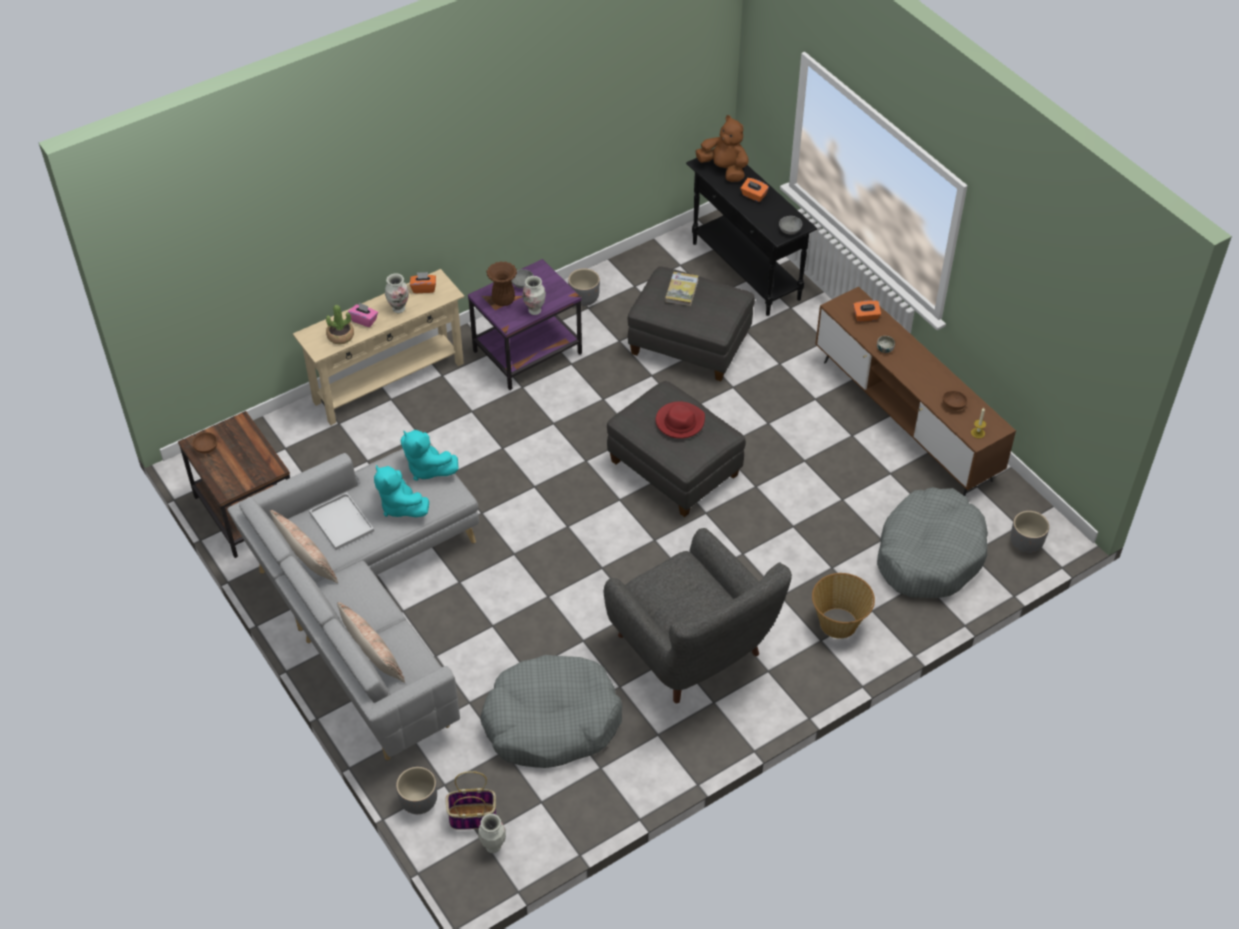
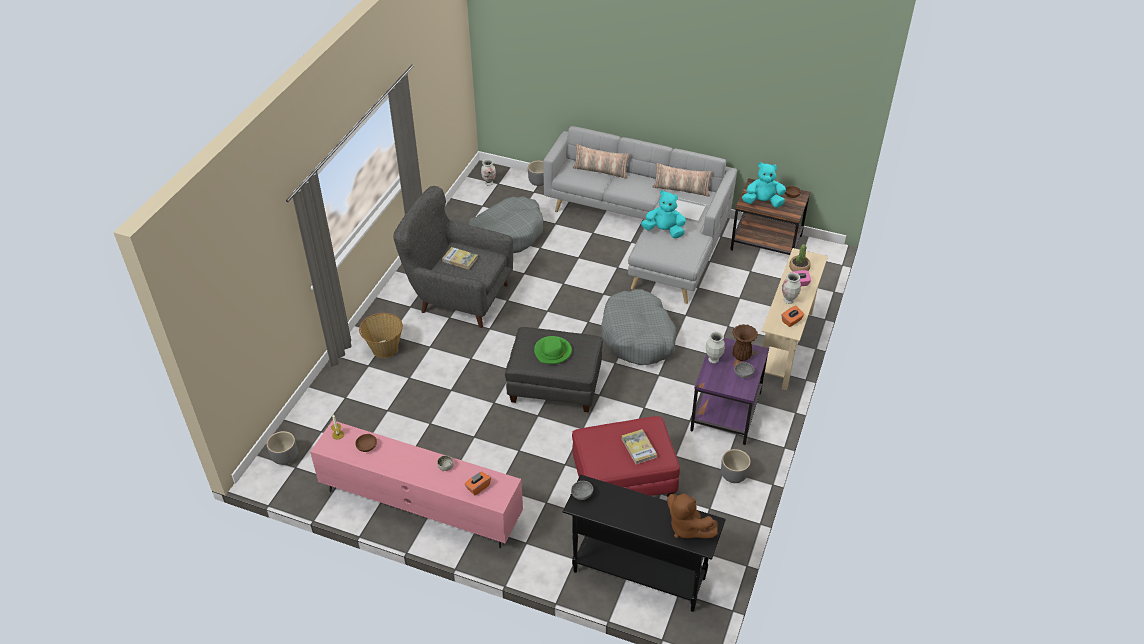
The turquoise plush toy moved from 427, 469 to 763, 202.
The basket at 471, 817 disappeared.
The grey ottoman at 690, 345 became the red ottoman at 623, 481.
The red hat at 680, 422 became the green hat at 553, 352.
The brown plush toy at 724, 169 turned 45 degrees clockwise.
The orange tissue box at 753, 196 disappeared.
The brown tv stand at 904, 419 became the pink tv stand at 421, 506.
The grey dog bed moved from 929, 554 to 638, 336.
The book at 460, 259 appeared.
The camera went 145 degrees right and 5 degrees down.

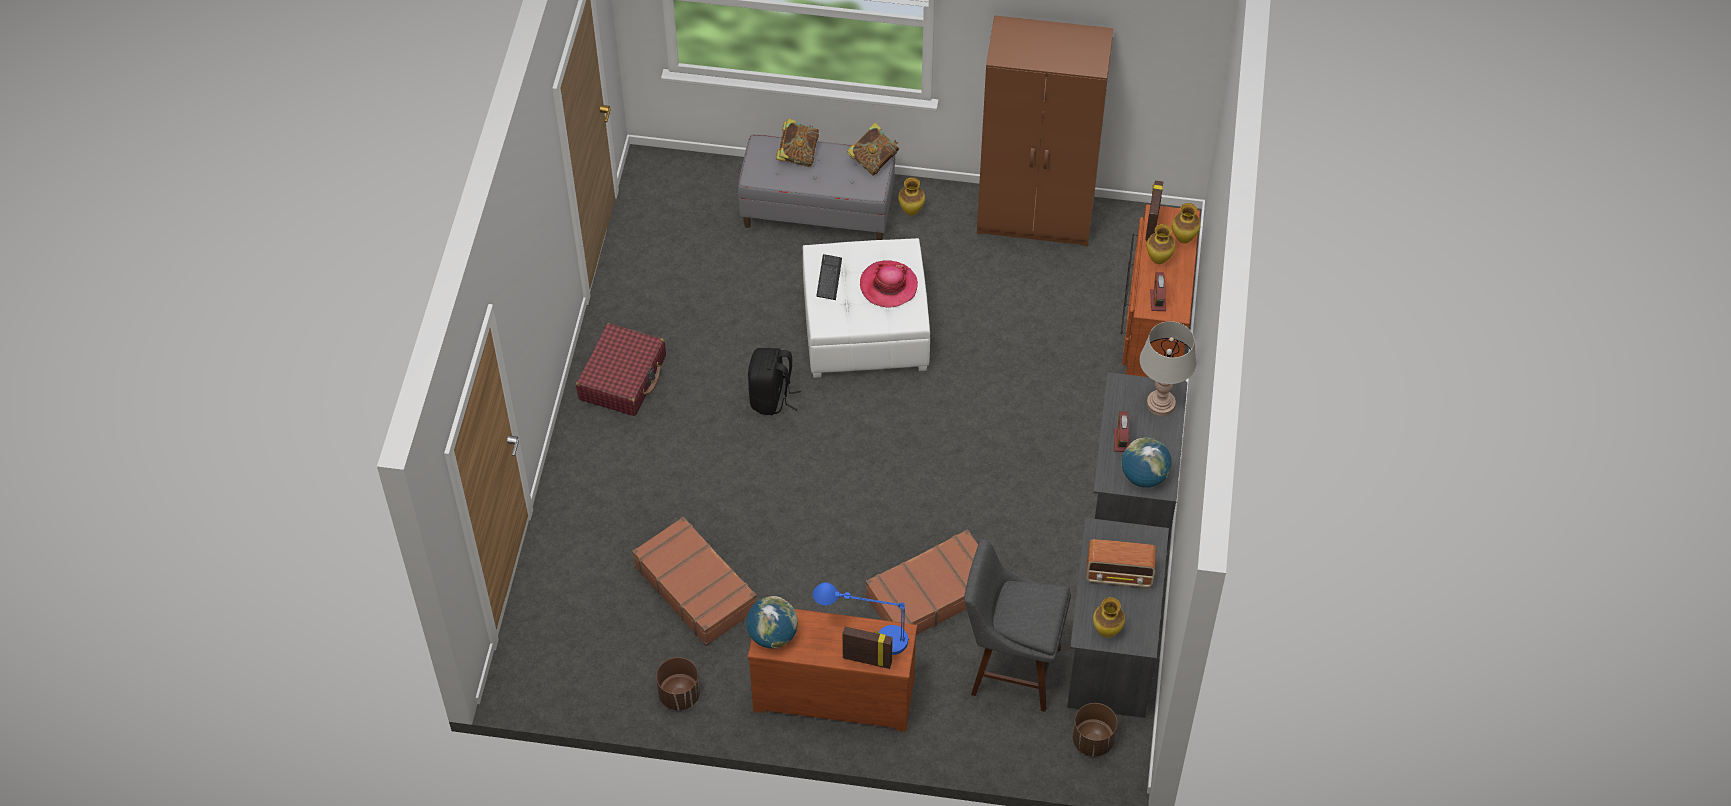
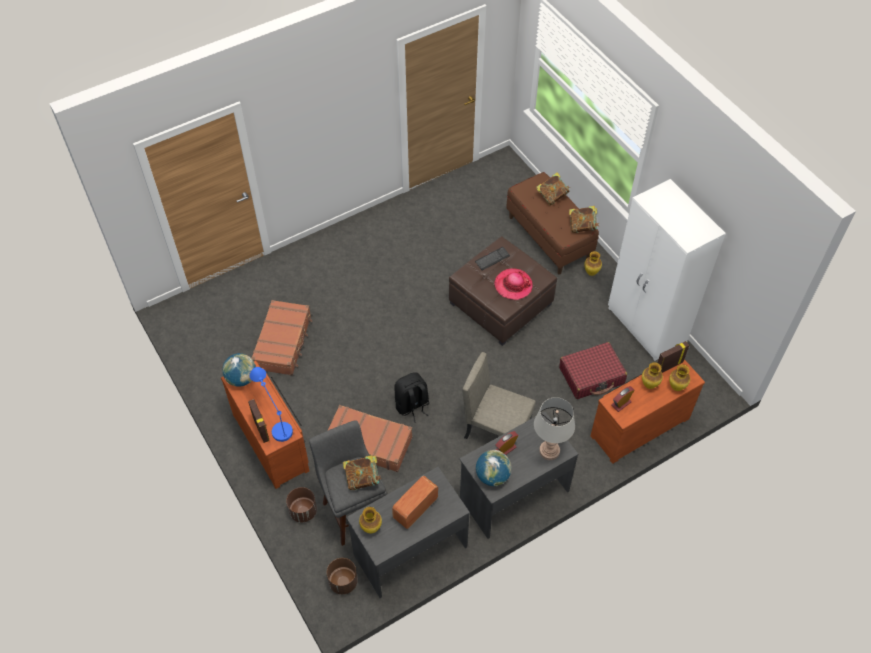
The red suitcase moved from 623, 378 to 591, 376.
The brown planter moved from 679, 694 to 303, 511.
The grey bench at 818, 211 became the brown bench at 549, 237.
The black backpack moved from 771, 398 to 412, 406.
The white ottoman at 864, 328 became the brown ottoman at 500, 303.
The brown wardrobe at 1036, 219 became the white wardrobe at 646, 327.
The radio at 1120, 575 turned 75 degrees clockwise.
The book at 363, 478 appeared.
The beige chair at 497, 430 appeared.
The camera went 50 degrees right and 0 degrees up.

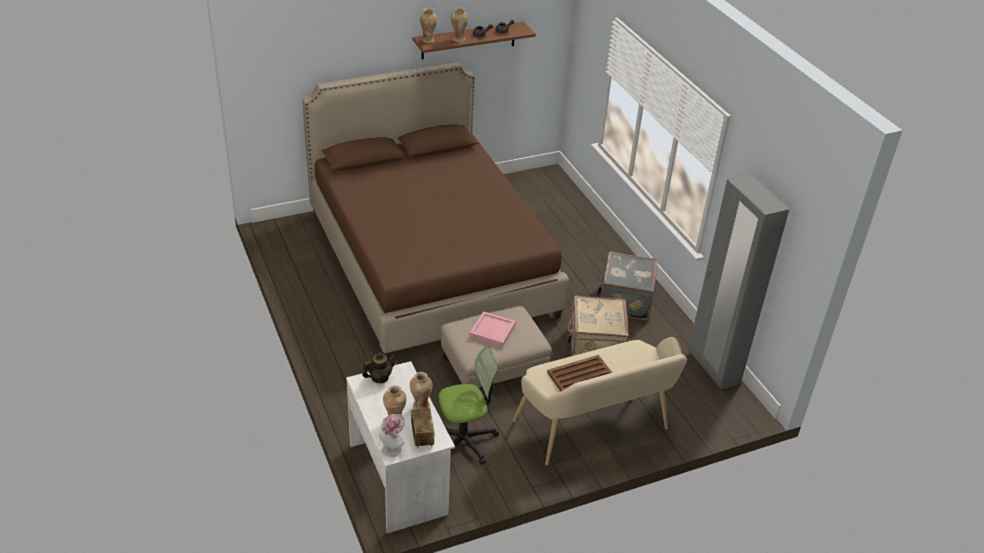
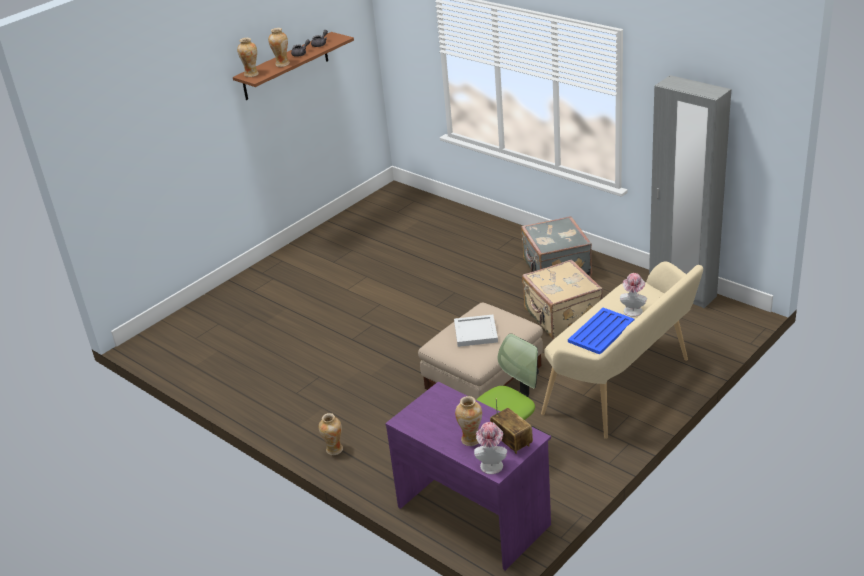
The brown bed at 429, 262 disappeared.
The white desk at 399, 478 became the purple desk at 474, 514.
The teapot at 379, 378 disappeared.
The vase moved from 421, 406 to 334, 449.
The pink tray at 493, 331 became the white tray at 476, 333.
The brown tray at 580, 375 became the blue tray at 600, 332.
The hat at 633, 309 appeared.
The camera went 20 degrees left and 5 degrees down.

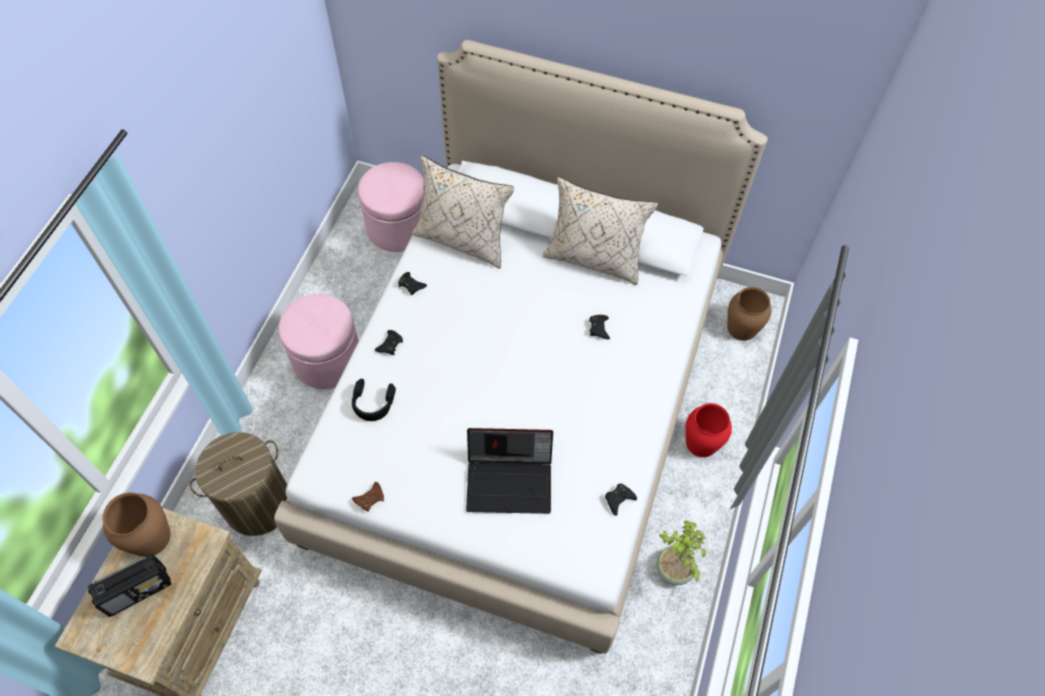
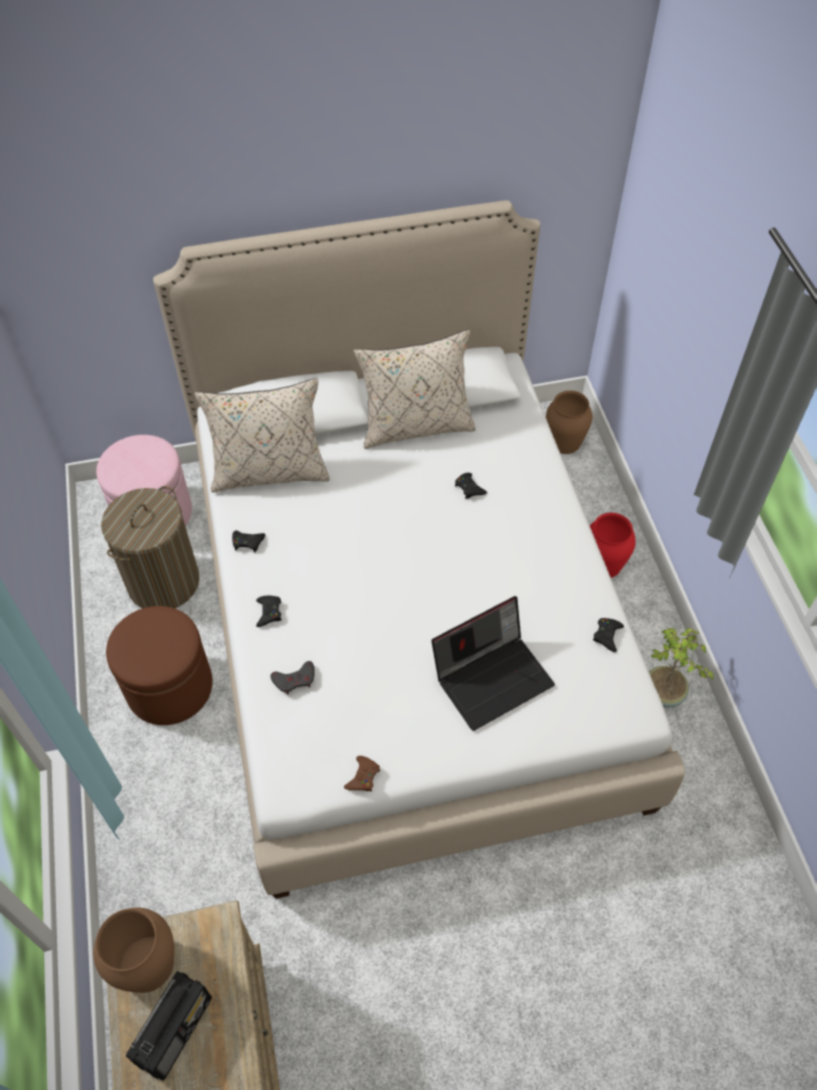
The laundry basket moved from 258, 504 to 163, 581.
The pink ottoman at 327, 359 became the brown ottoman at 169, 687.
The black headphones at 372, 403 was replaced by the grey game controller at 295, 680.
The camera went 30 degrees left and 5 degrees down.

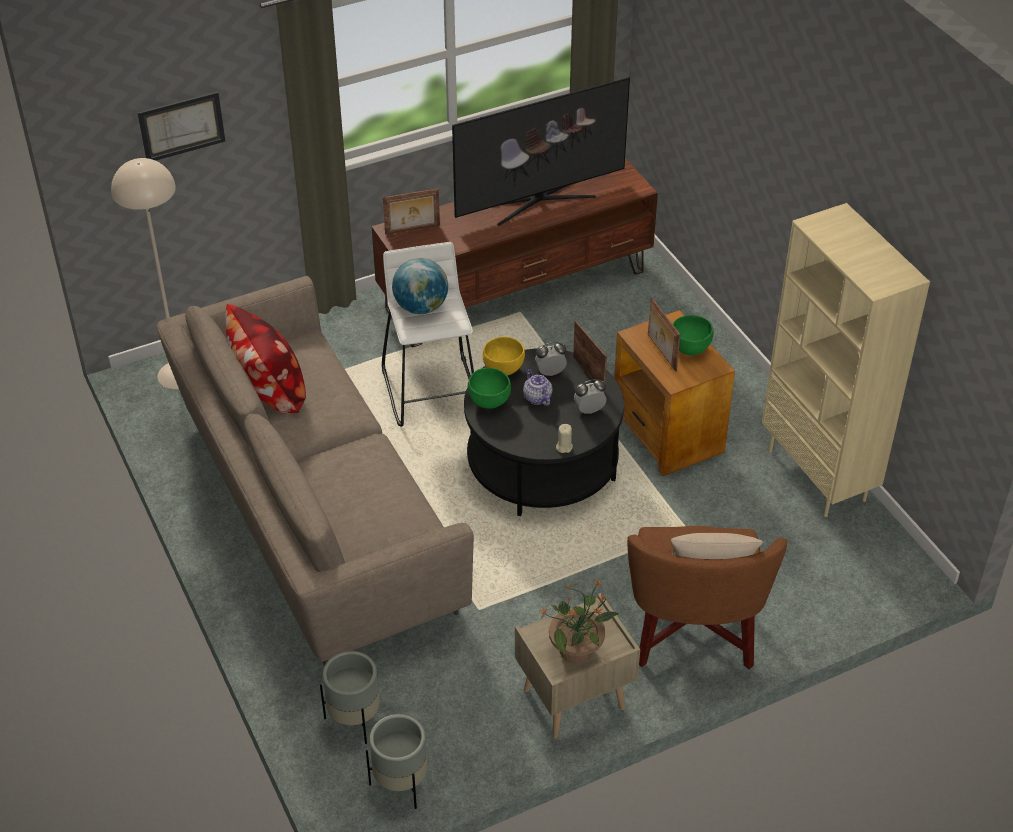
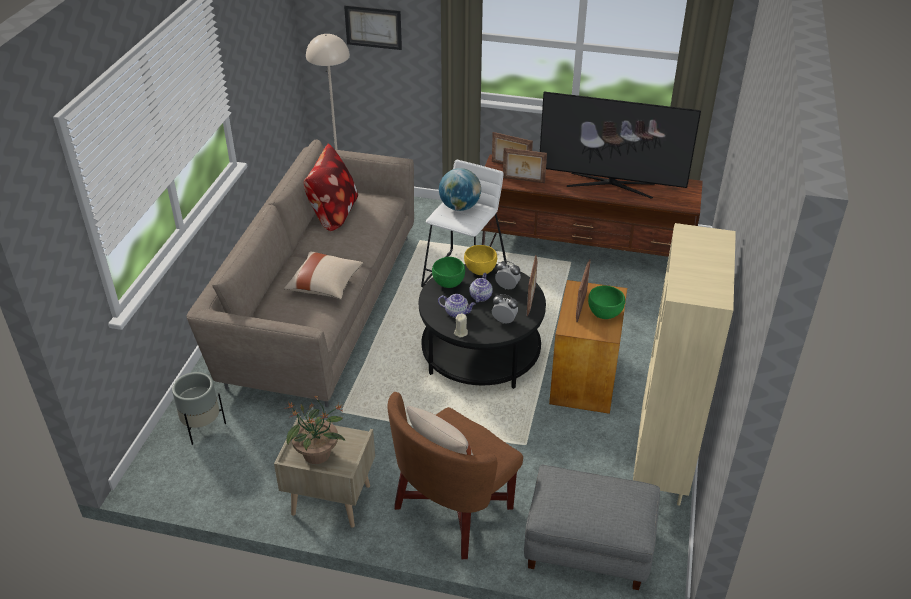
The grey planter at 401, 784 disappeared.
The beige pillow at 325, 285 appeared.
The teapot at 457, 313 appeared.
The picture frame at 523, 180 appeared.
The grey ottoman at 587, 547 appeared.
The camera went 40 degrees right and 5 degrees down.

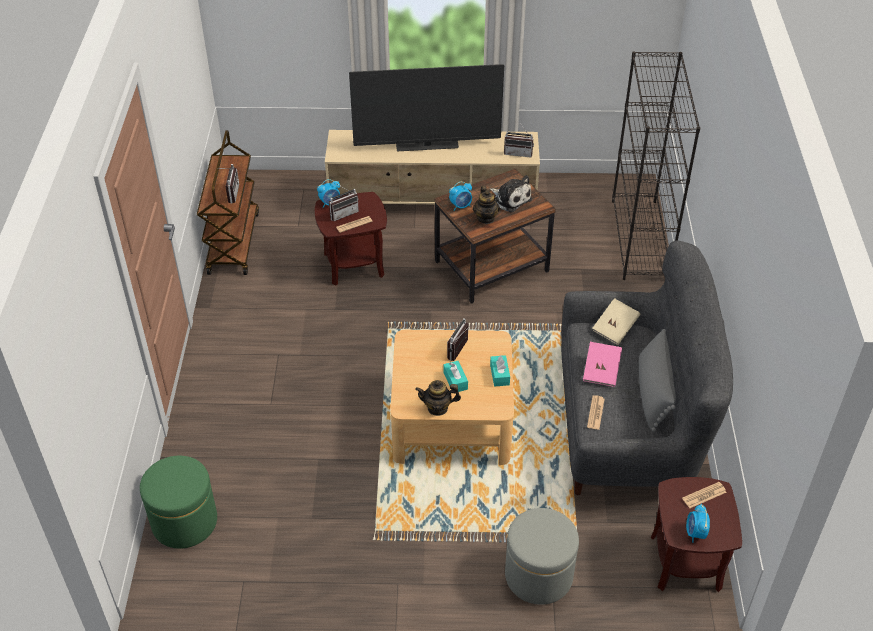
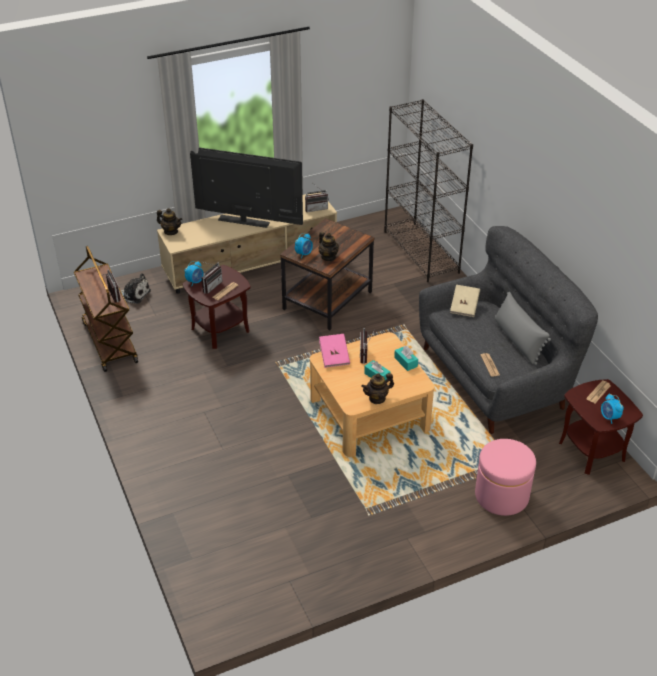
The green ottoman at 184, 521 disappeared.
The television at 427, 146 turned 135 degrees counterclockwise.
The plush toy moved from 510, 199 to 134, 294.
The grey ottoman at 538, 575 became the pink ottoman at 501, 495.
The pink book moved from 601, 371 to 334, 357.
The teapot at 171, 231 appeared.
The camera went 25 degrees left and 5 degrees down.

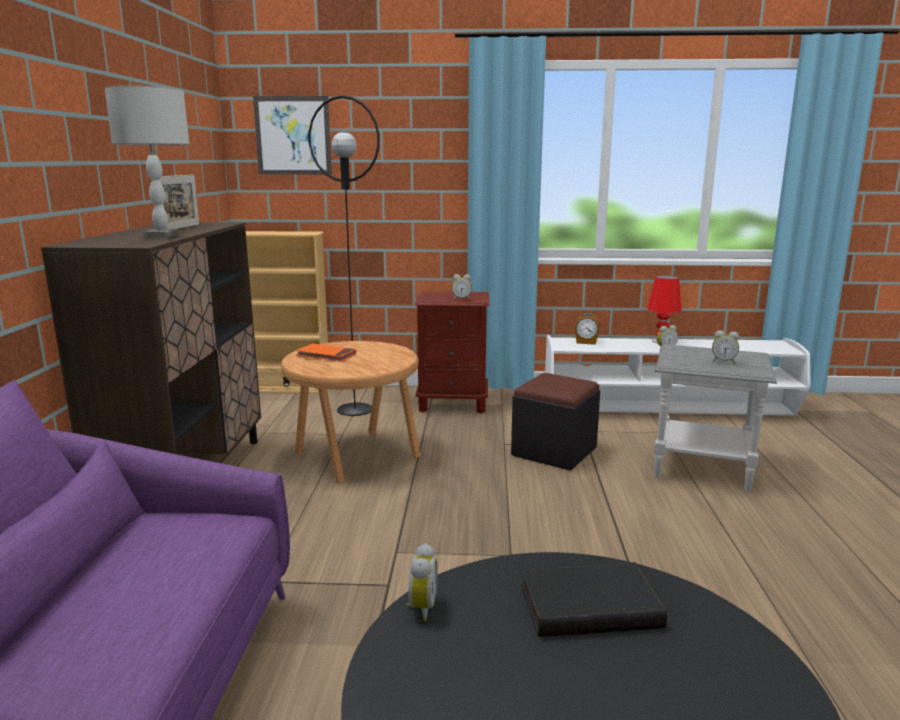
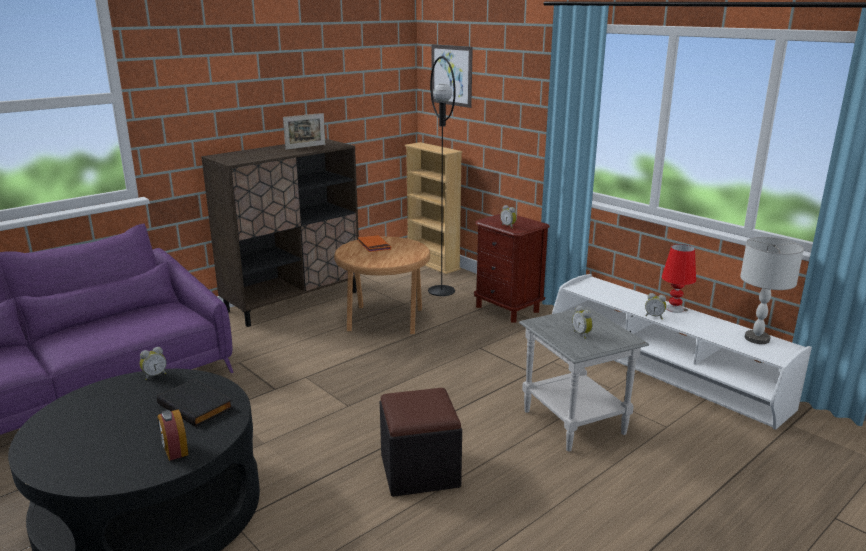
The grey table lamp moved from 161, 236 to 756, 338.
The black ottoman moved from 554, 451 to 420, 471.
The alarm clock moved from 586, 342 to 175, 450.
The camera went 45 degrees right and 5 degrees up.

